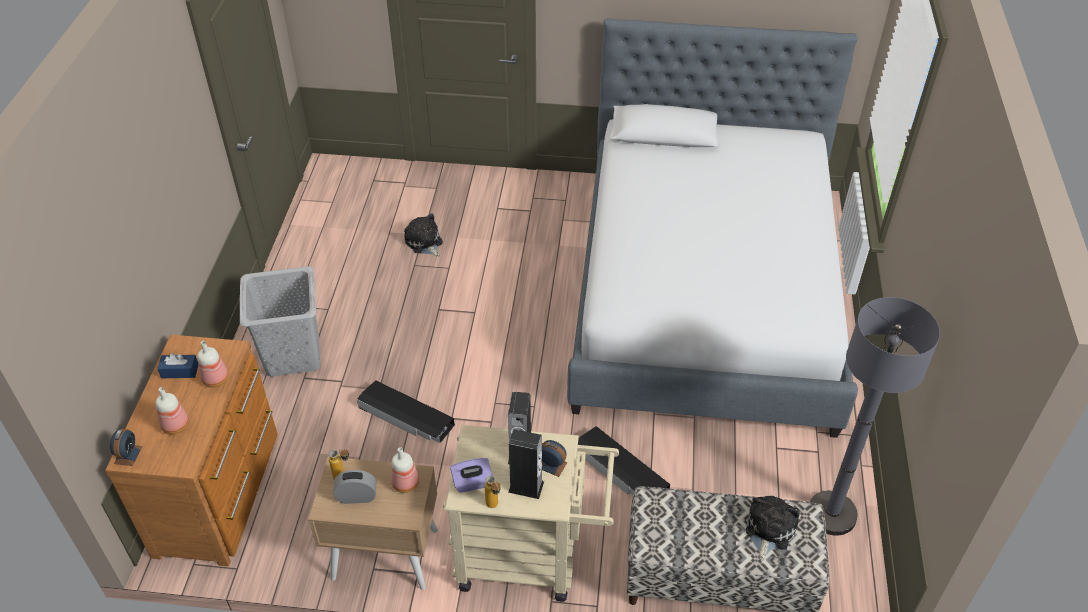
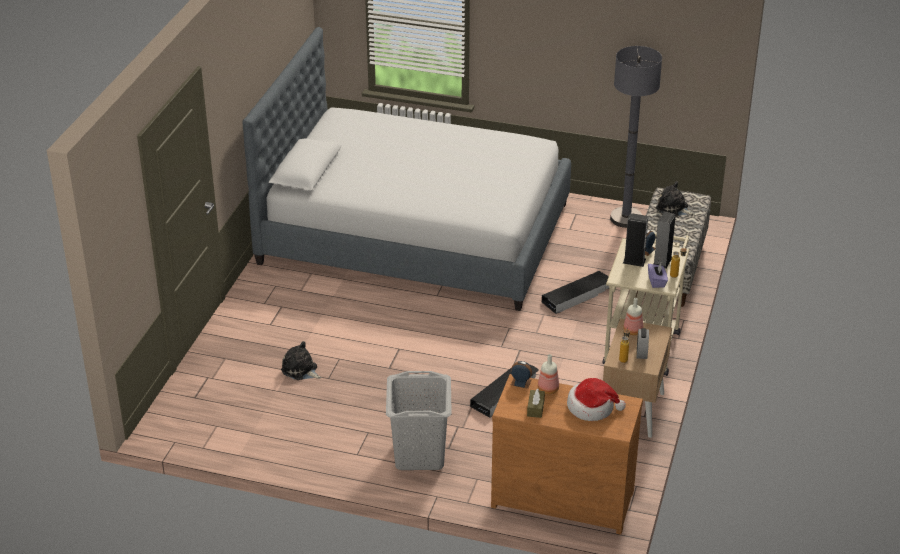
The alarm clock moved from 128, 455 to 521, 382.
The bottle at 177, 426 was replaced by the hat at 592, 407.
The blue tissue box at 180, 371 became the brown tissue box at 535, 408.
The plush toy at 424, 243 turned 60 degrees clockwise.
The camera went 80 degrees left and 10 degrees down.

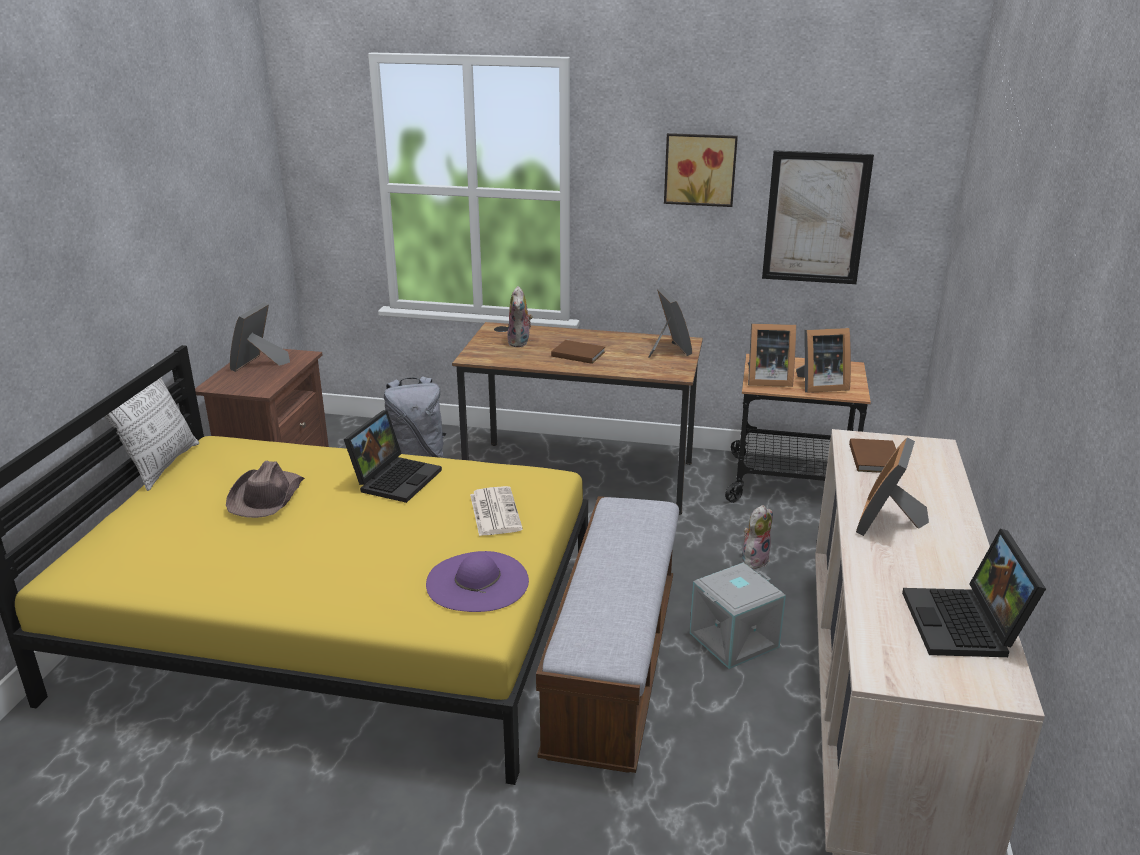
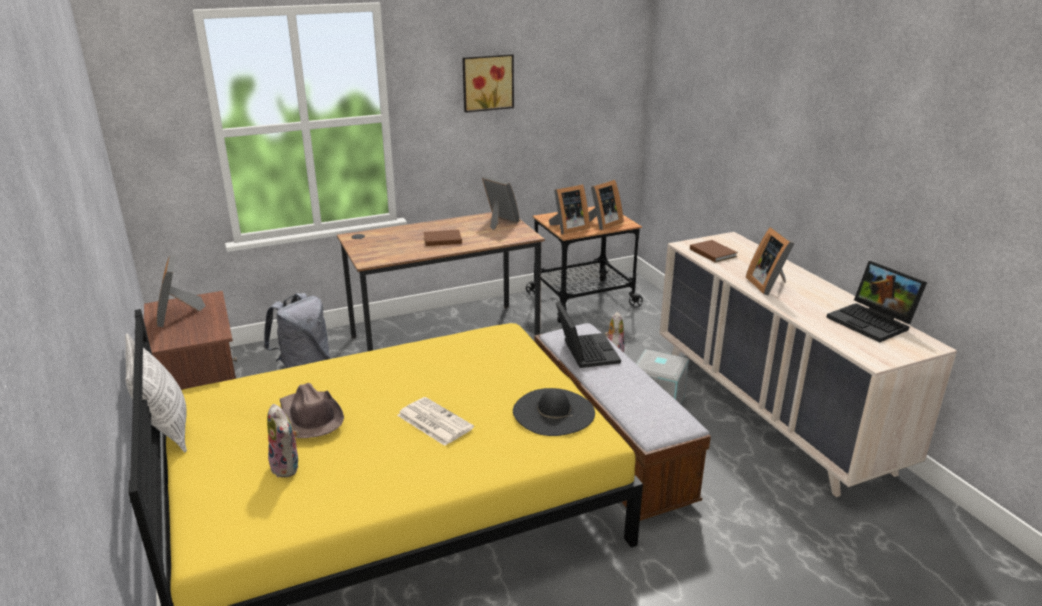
The laptop moved from 395, 478 to 584, 351.
The purple hat at 477, 582 became the black hat at 553, 412.
The newspaper moved from 494, 511 to 433, 421.
The plush toy moved from 520, 342 to 288, 467.
The picture at 815, 218 disappeared.
The camera went 35 degrees left and 0 degrees up.

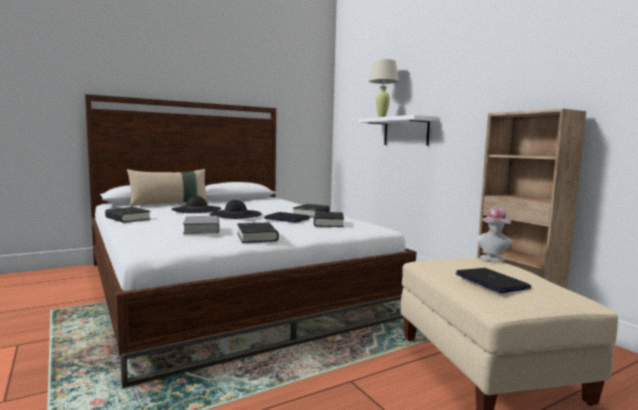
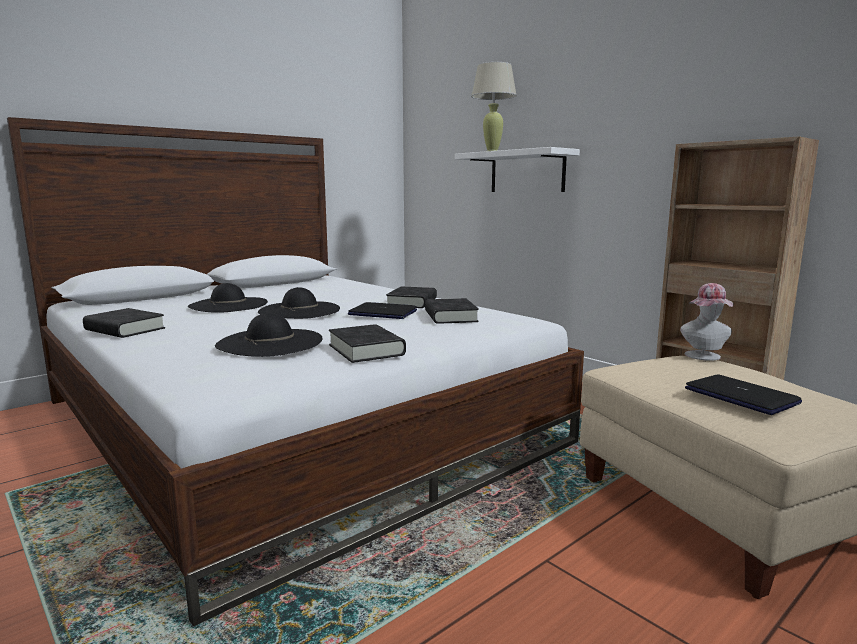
The beige pillow at 170, 204 disappeared.
The grey book at 202, 229 was replaced by the black hat at 270, 342.
The camera went 10 degrees left and 5 degrees up.

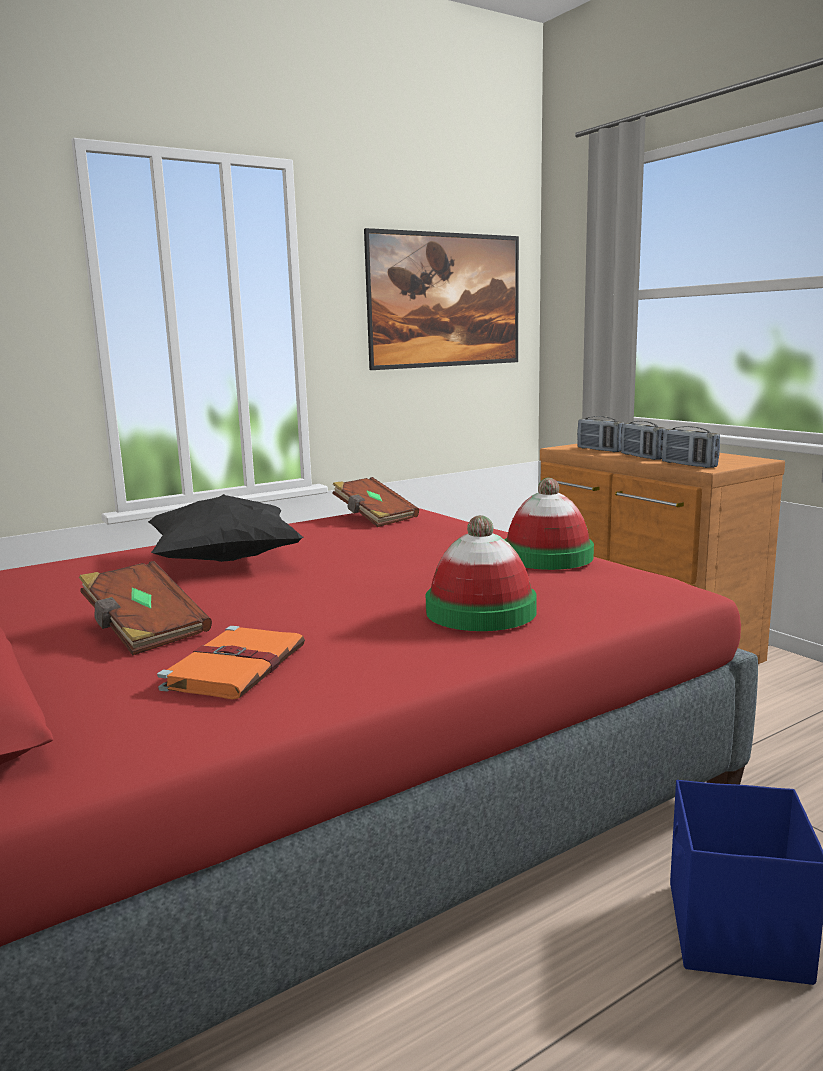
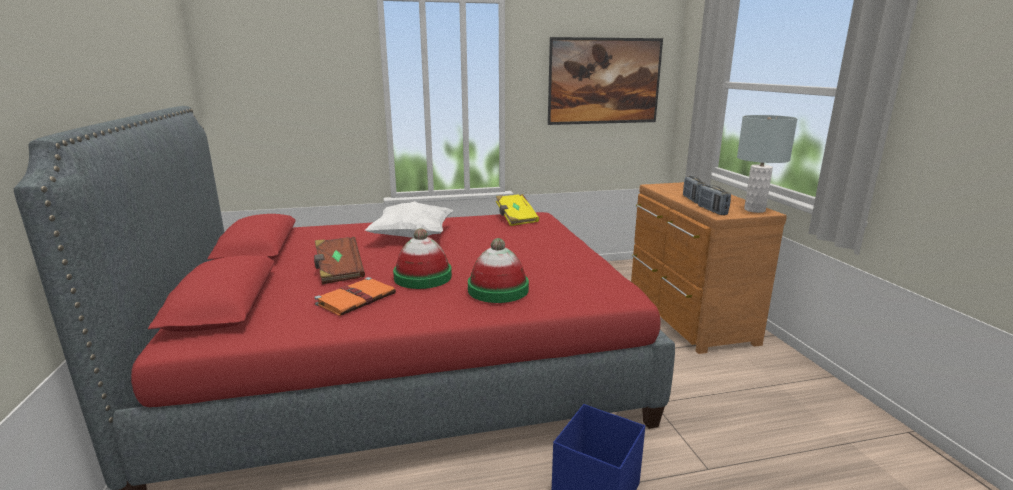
The black pillow at 225, 561 became the white pillow at 412, 236.
The brown book at 374, 517 became the yellow book at 515, 219.
The hat moved from 547, 556 to 423, 277.
The radio at 600, 450 disappeared.
The grey table lamp at 754, 210 appeared.
The camera went 20 degrees right and 5 degrees up.

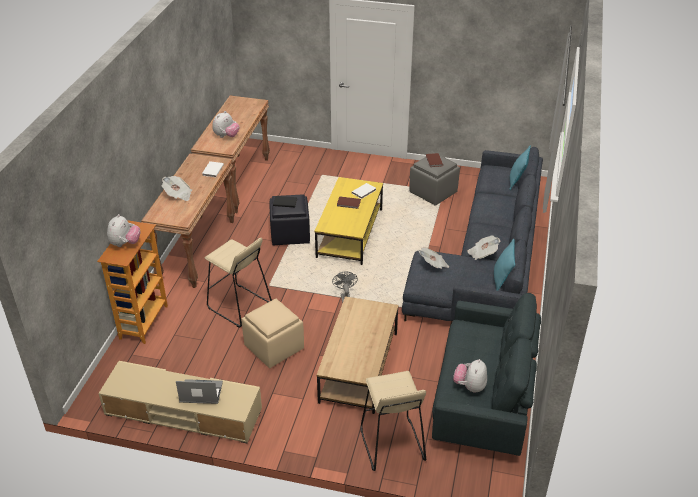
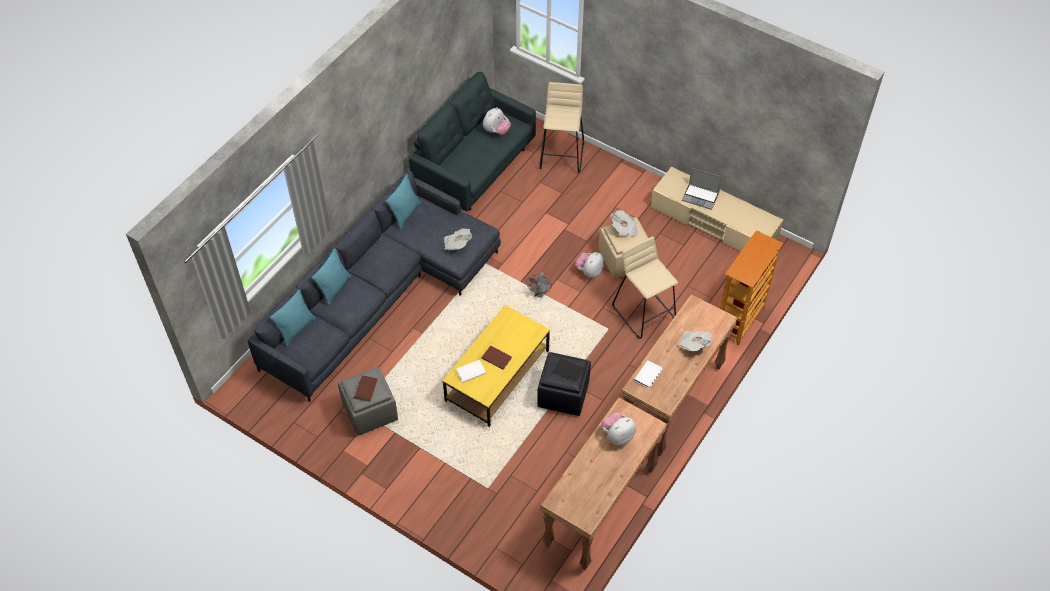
The plush toy moved from 125, 244 to 589, 272.
The brown coffee table at 359, 367 disappeared.
The newspaper moved from 482, 253 to 625, 229.
The turquoise pillow at 334, 288 appeared.
The camera went 160 degrees left and 15 degrees up.

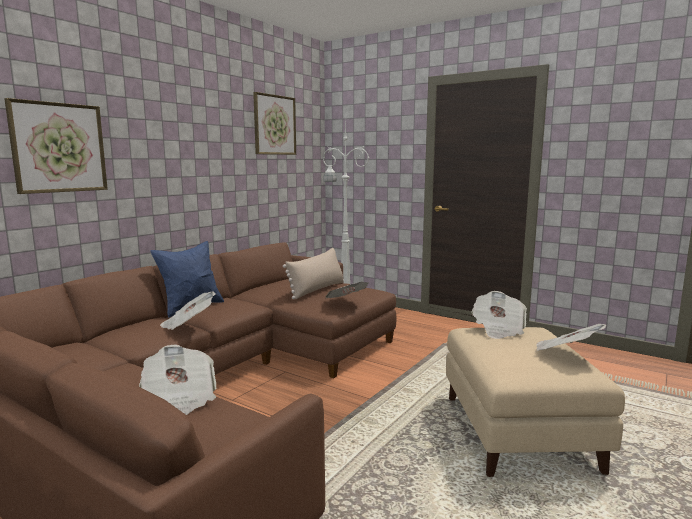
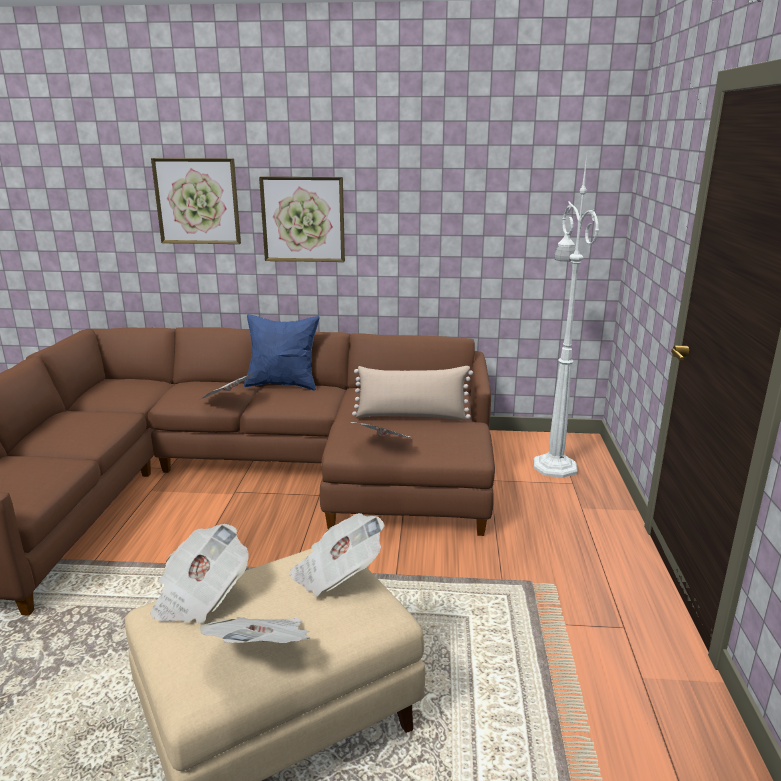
The newspaper moved from 180, 399 to 200, 596.
The picture moved from 274, 125 to 303, 219.
The camera went 60 degrees right and 10 degrees up.

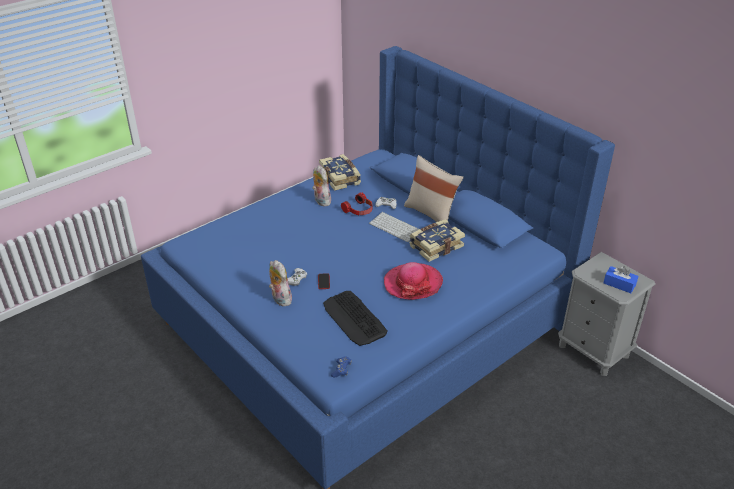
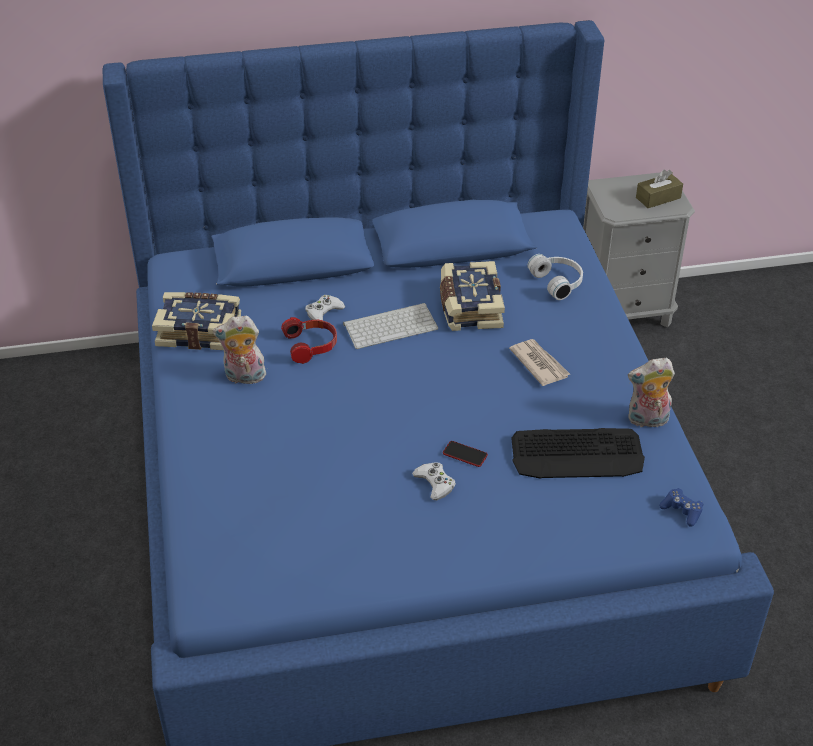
The plush toy moved from 279, 299 to 647, 420.
The hat at 413, 283 was replaced by the newspaper at 539, 364.
The beige pillow at 431, 213 disappeared.
The blue tissue box at 619, 284 became the brown tissue box at 658, 198.
The white headphones at 558, 282 appeared.
The camera went 60 degrees left and 5 degrees up.

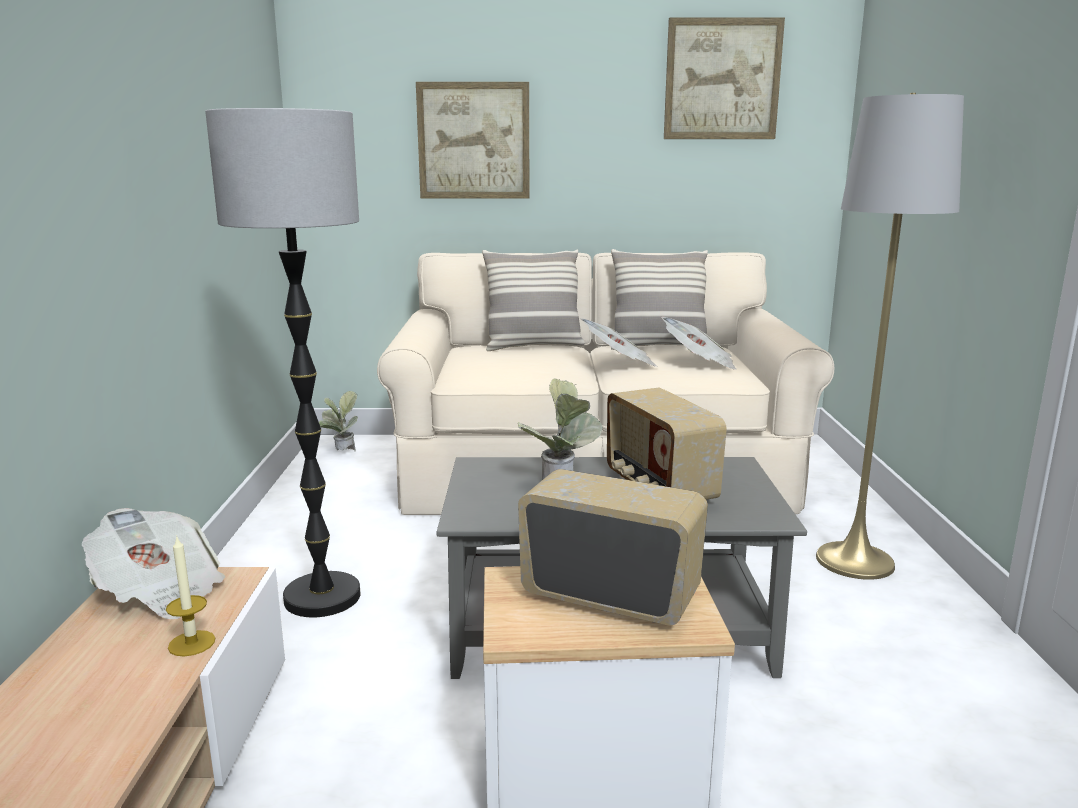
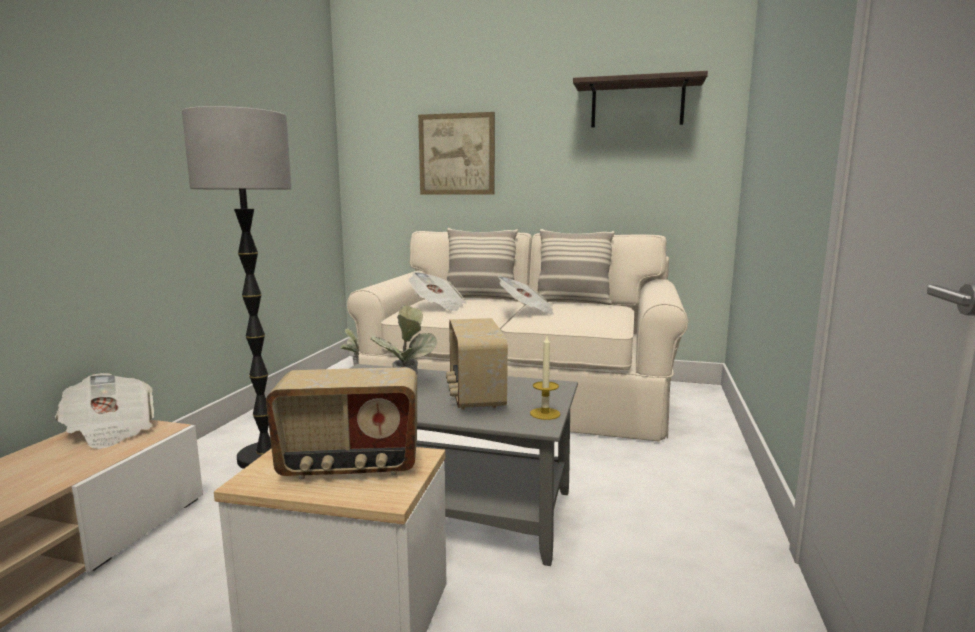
The candle moved from 191, 643 to 545, 413.
The radio at 611, 597 turned 135 degrees clockwise.
The newspaper moved from 699, 364 to 438, 306.
The picture at 722, 79 was replaced by the shelf at 637, 104.
The grey floor lamp at 855, 561 disappeared.
The camera went 15 degrees right and 5 degrees down.

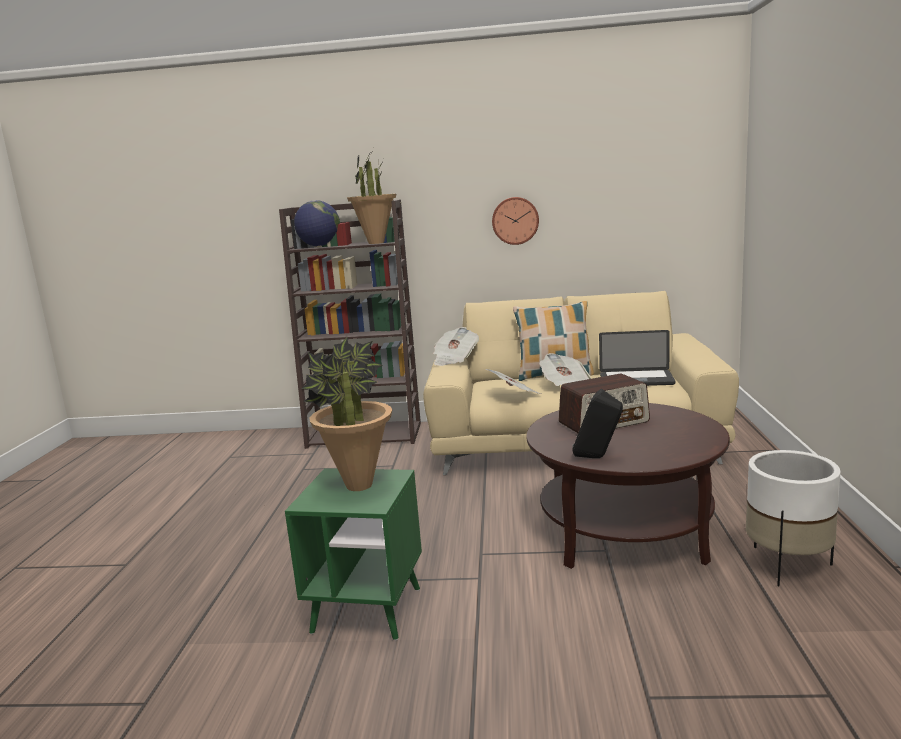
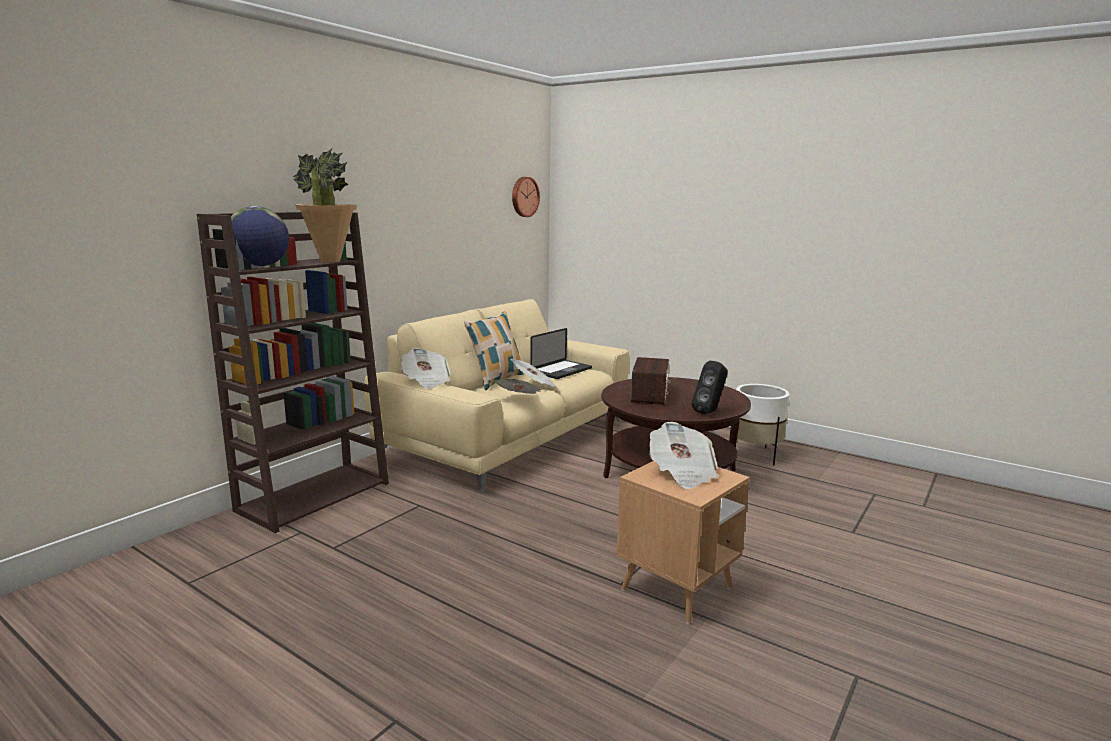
The green side table at 367, 610 became the brown side table at 677, 588.
The potted plant at 358, 486 was replaced by the newspaper at 682, 473.
The wall clock moved from 515, 220 to 524, 197.
The camera went 60 degrees left and 0 degrees up.

